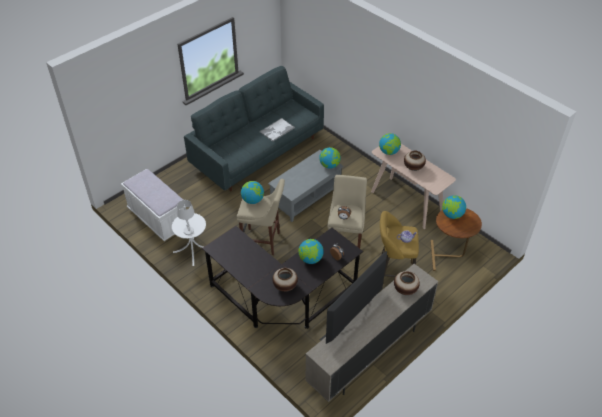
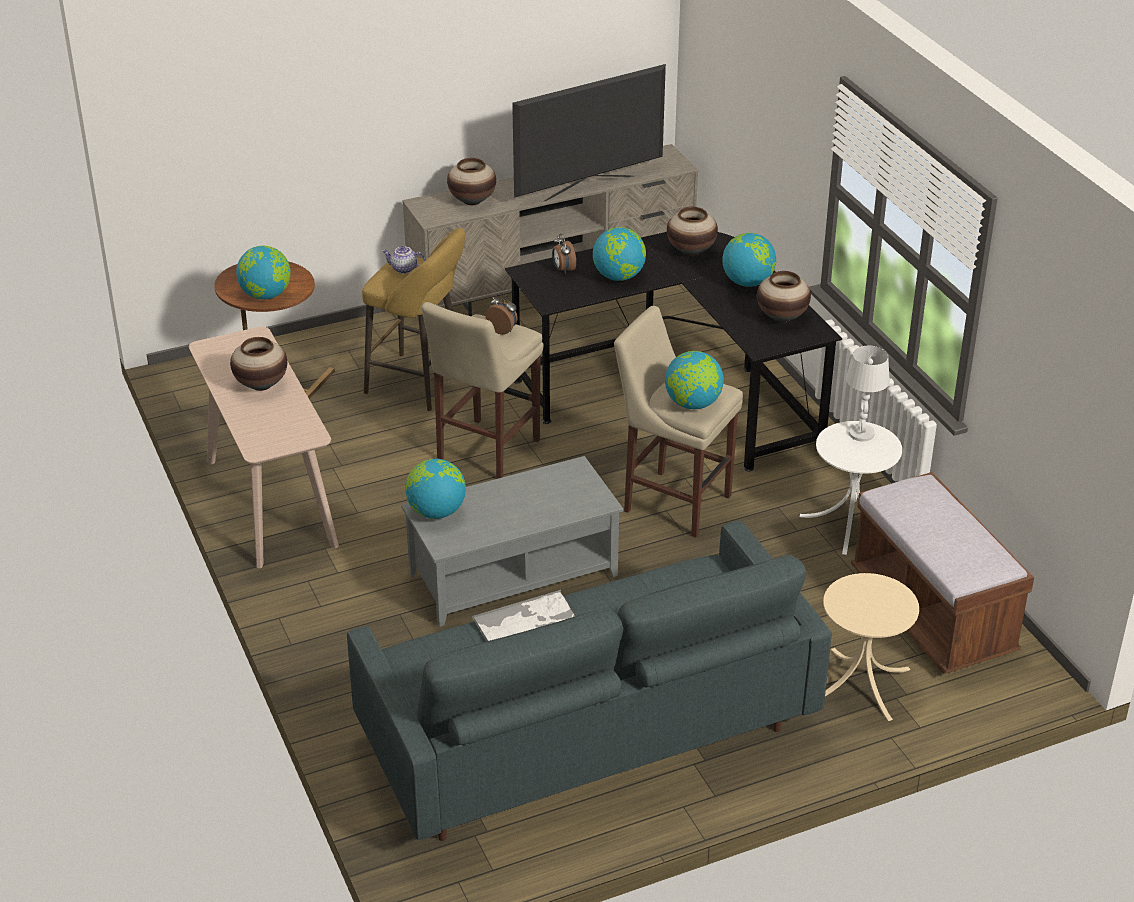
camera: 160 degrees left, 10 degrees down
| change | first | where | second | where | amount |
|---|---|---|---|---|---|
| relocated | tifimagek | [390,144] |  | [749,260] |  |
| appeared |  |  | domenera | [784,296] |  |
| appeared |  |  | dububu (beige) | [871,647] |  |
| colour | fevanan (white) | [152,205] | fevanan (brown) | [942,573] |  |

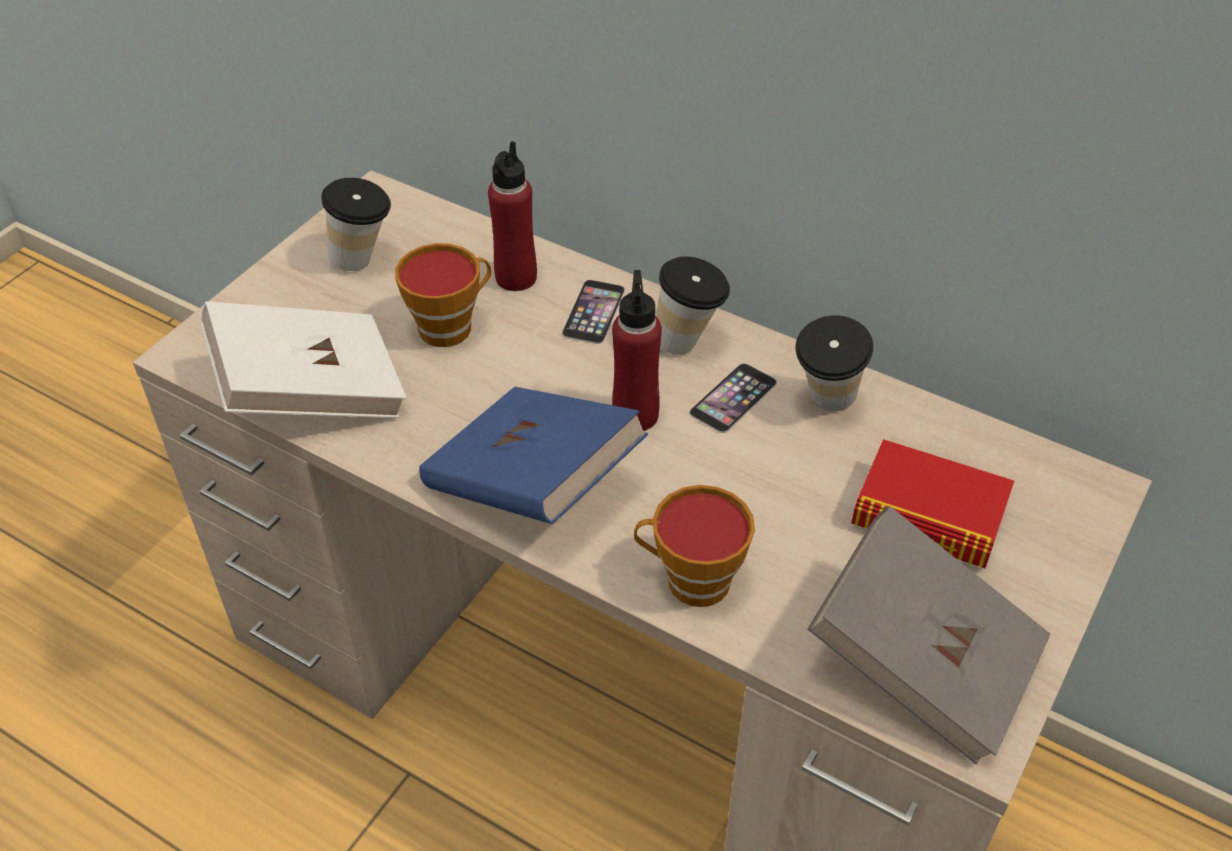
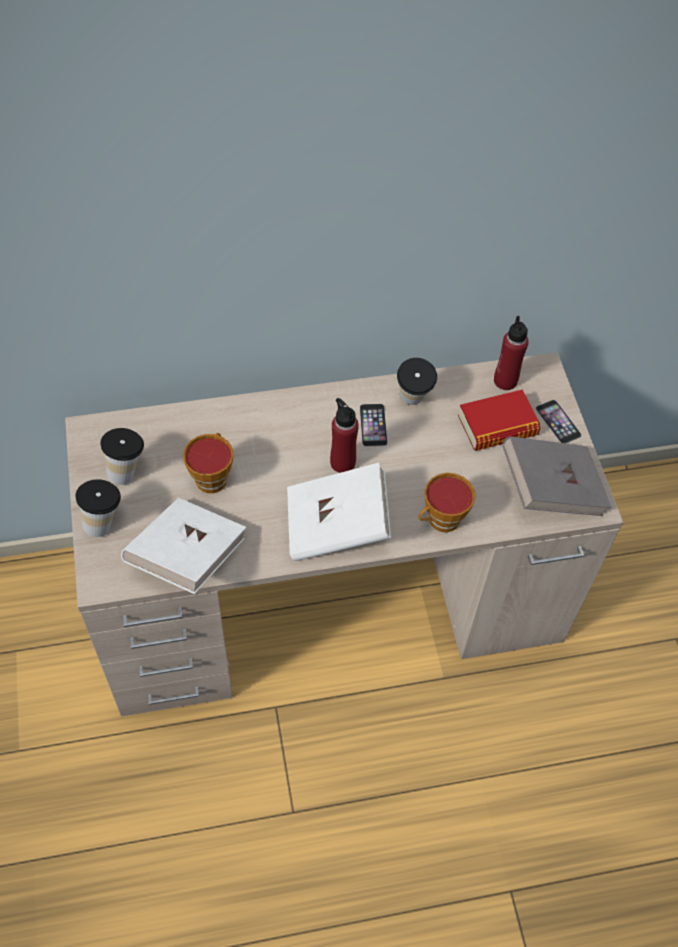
camera: 45 degrees left, 10 degrees up
| change | first | where | second | where | amount |
|---|---|---|---|---|---|
| relocated | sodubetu | [693,306] |  | [98,508] |  |
| colour | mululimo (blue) | [533,455] | mululimo (white) | [339,512] |  |
| relocated | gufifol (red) | [512,216] |  | [511,353] |  |
| relocated | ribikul | [593,312] |  | [558,422] |  |

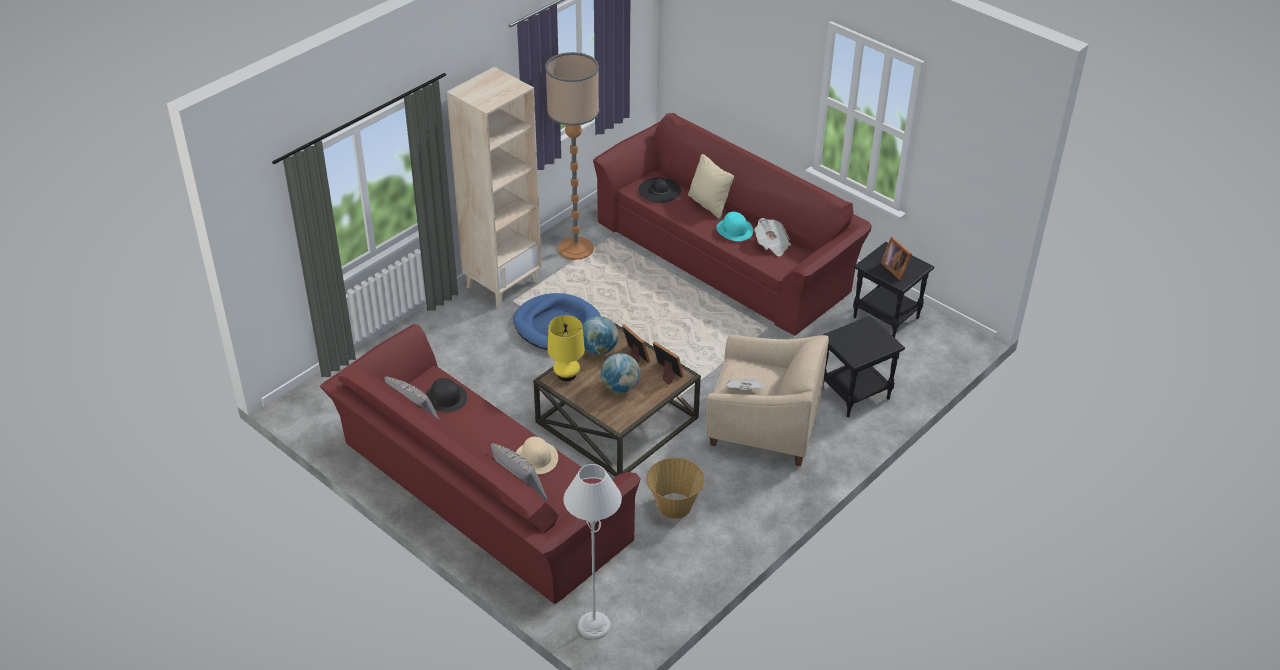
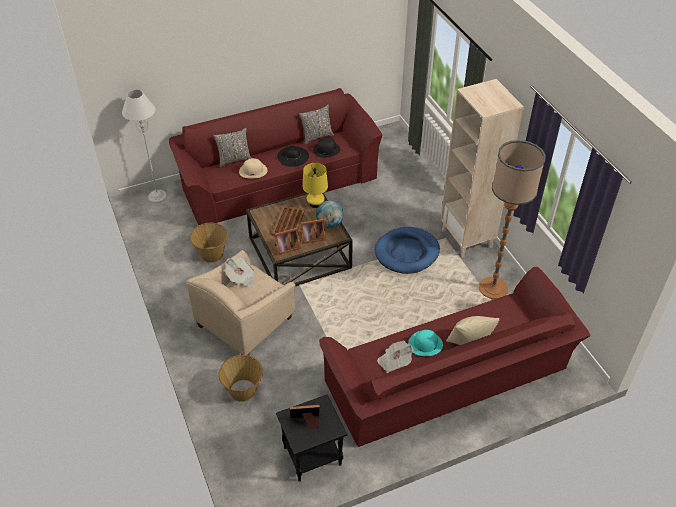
camera: 115 degrees right, 5 degrees up
| change | first | where | second | where | amount |
|---|---|---|---|---|---|
| exchanged | dububu (black) | [864,366] | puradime | [241,378] |  |
| exchanged | tifimagek | [621,373] | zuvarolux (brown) | [288,221] |  |
| relocated | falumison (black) | [659,190] |  | [293,156] |  |

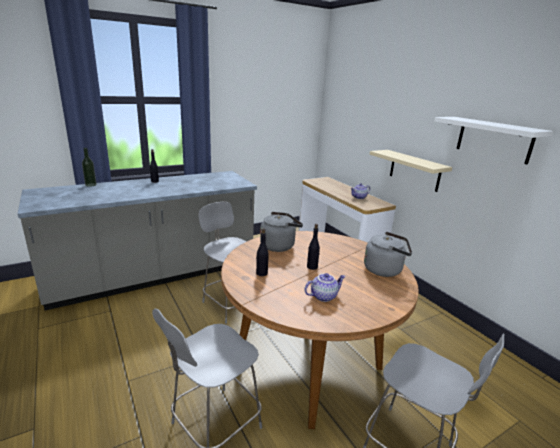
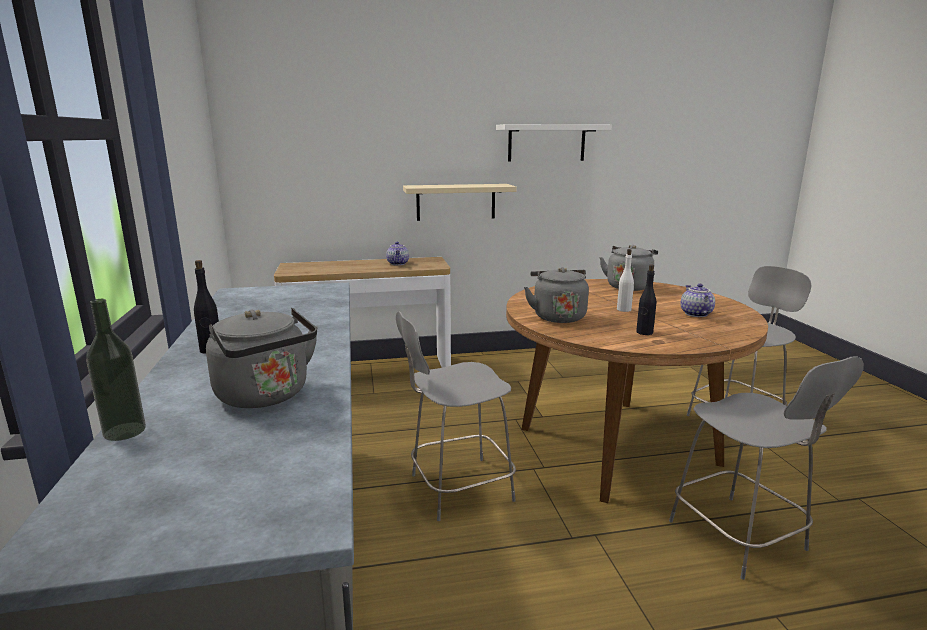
camera: 70 degrees left, 5 degrees down
| change | first | where | second | where | amount |
|---|---|---|---|---|---|
| appeared |  |  | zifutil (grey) | [262,358] |  |
| colour | gufifol (black) | [313,247] | gufifol (white) | [625,280] |  |

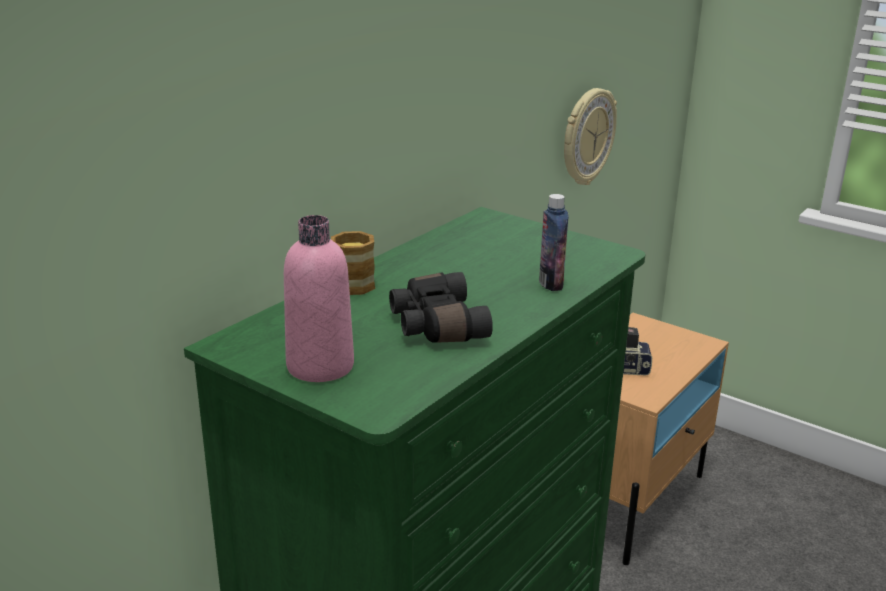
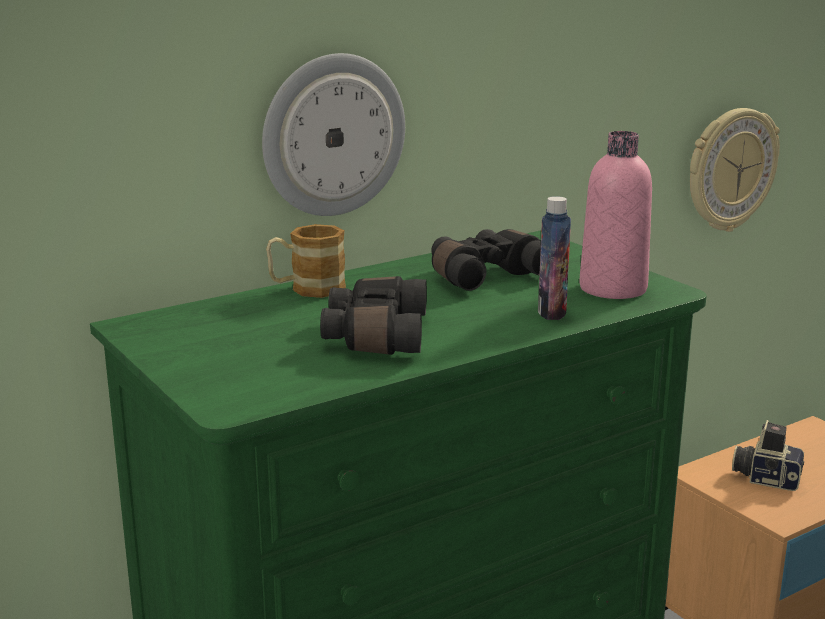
camera: 20 degrees right, 5 degrees down
| change | first | where | second | where | amount |
|---|---|---|---|---|---|
| appeared |  |  | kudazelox | [333,134] |  |
| appeared |  |  | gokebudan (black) | [486,260] |  |
| relocated | gufifol (pink) | [319,298] |  | [615,215] |  |

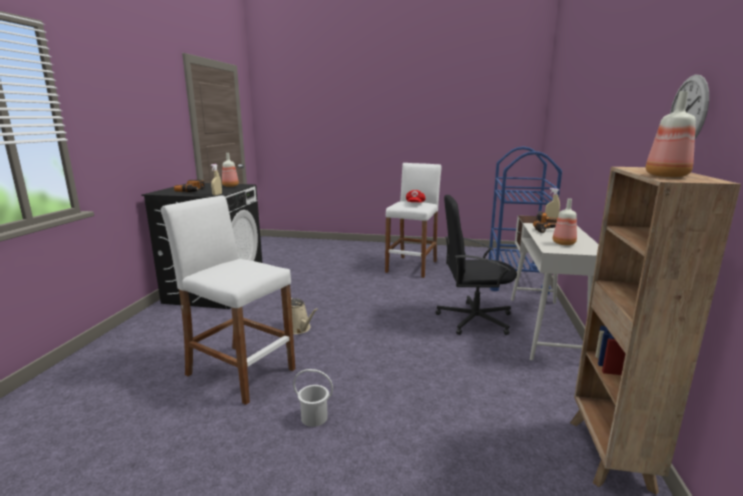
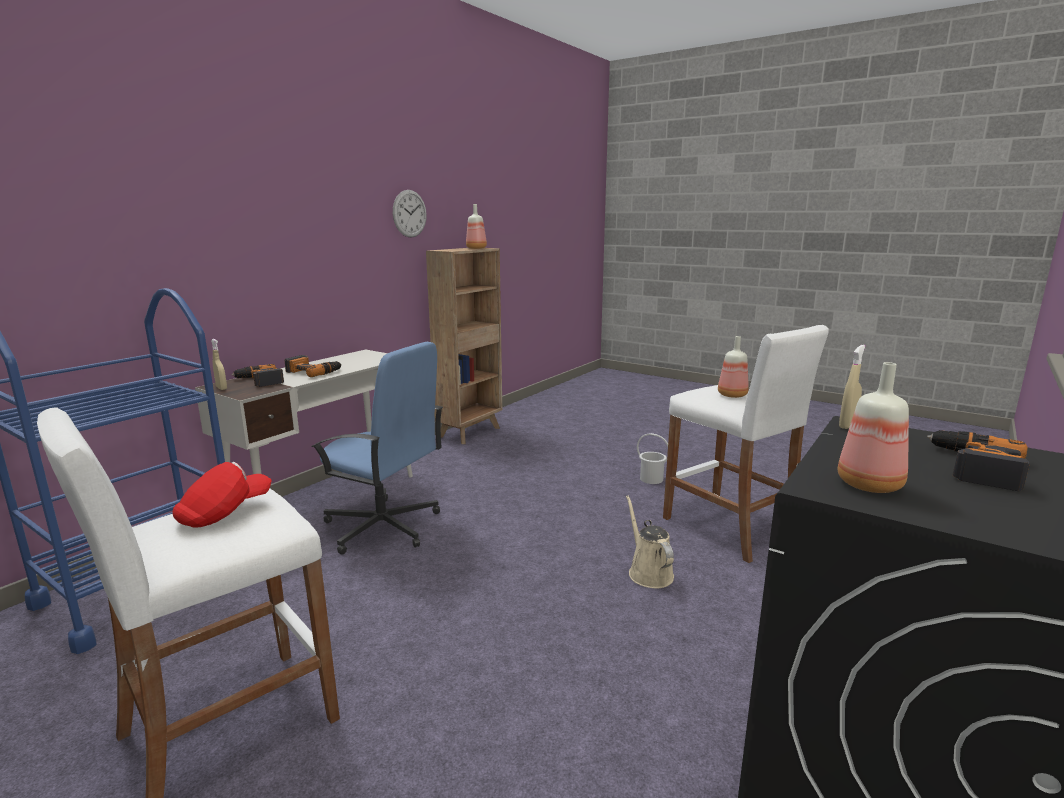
camera: 155 degrees left, 0 degrees up
| change | first | where | second | where | amount |
|---|---|---|---|---|---|
| colour | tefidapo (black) | [476,265] | tefidapo (blue) | [377,448] |  |
| relocated | gufifol | [565,221] |  | [733,367] |  |

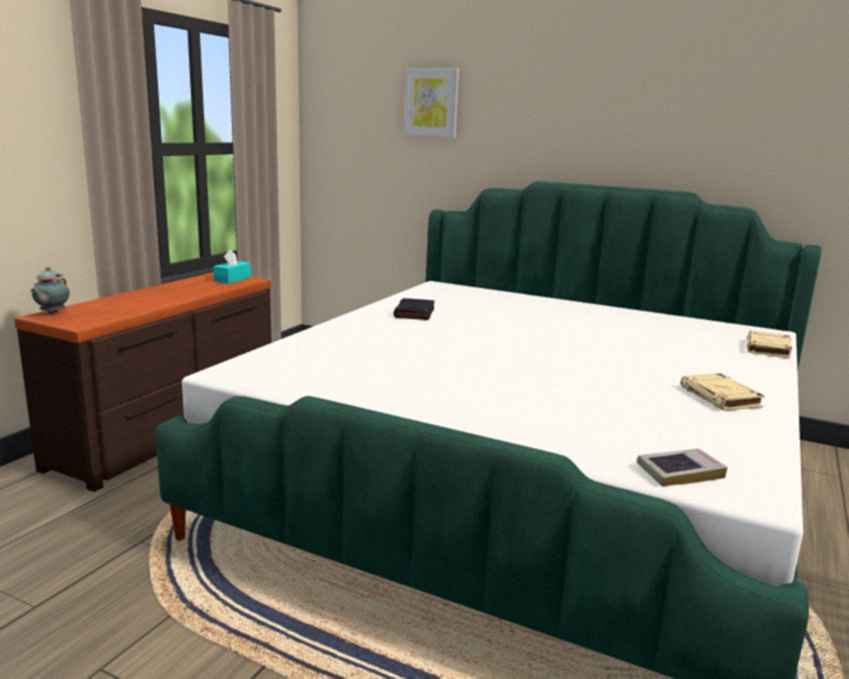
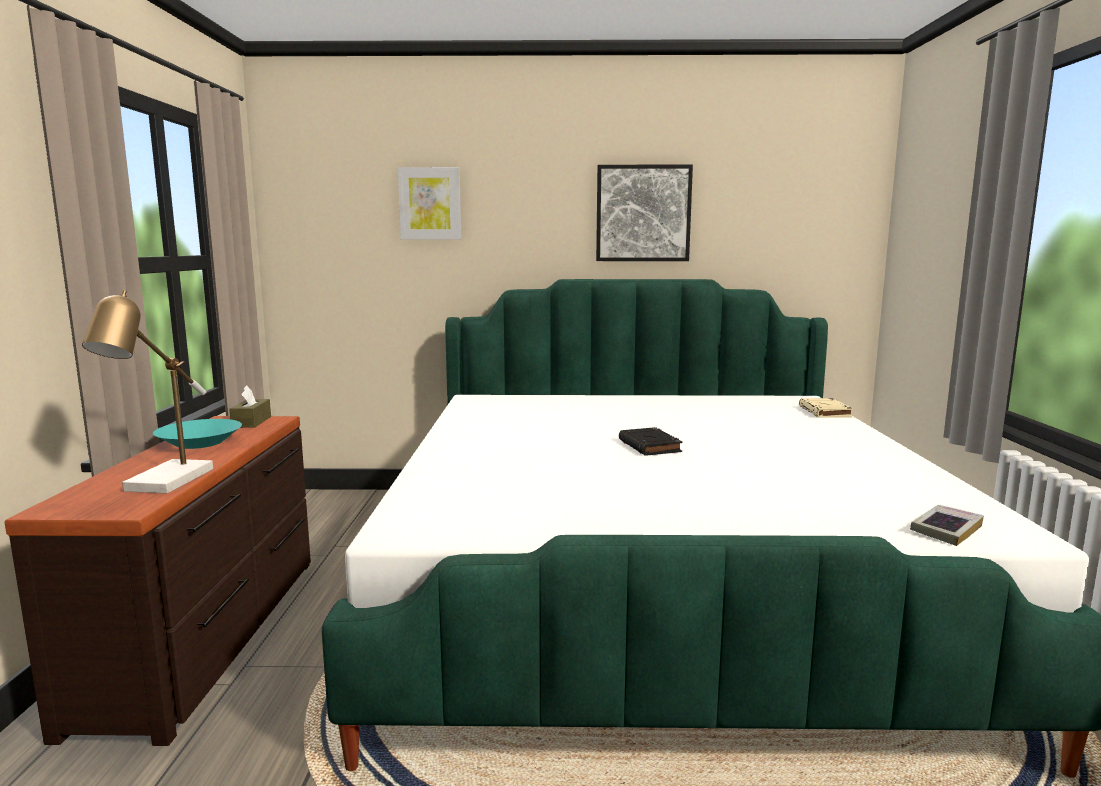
camera: 25 degrees left, 5 degrees down
| change | first | where | second | where | amount |
|---|---|---|---|---|---|
| appeared |  |  | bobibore | [147,391] |  |
| appeared |  |  | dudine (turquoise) | [197,434] |  |
| colour | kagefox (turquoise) | [232,267] | kagefox (brown) | [250,407] |  |
| appeared |  |  | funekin | [644,213] |  |
| relocated | mululimo (black) | [413,309] |  | [650,441] |  |
| missing | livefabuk | [50,290] |  |  |  |
| missing | mululimo (beige) | [723,392] |  |  |  |

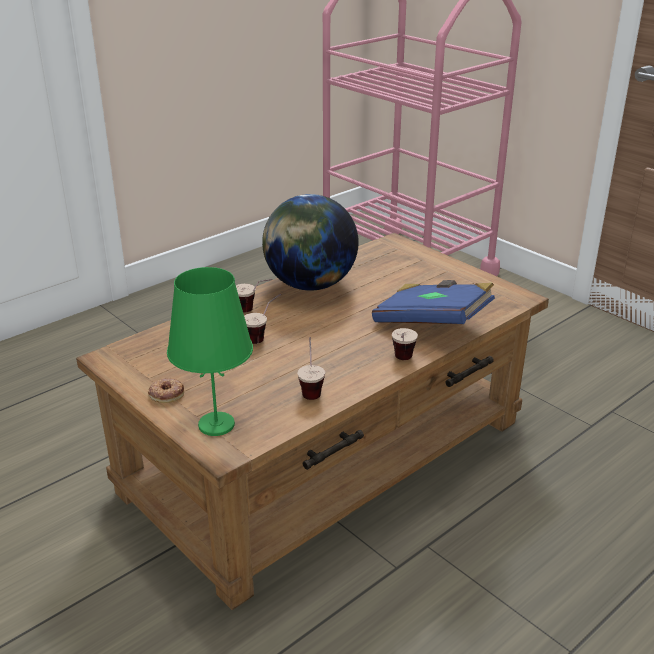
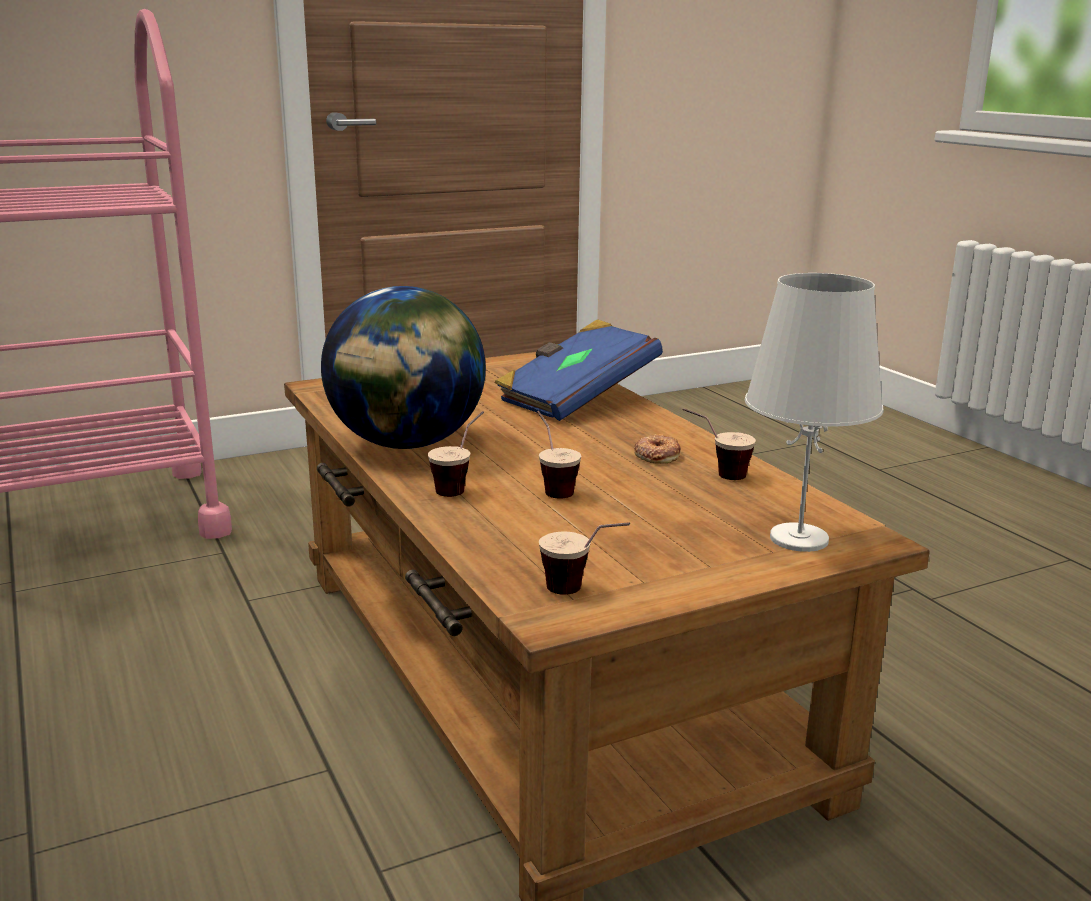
camera: 75 degrees left, 10 degrees down
| change | first | where | second | where | amount |
|---|---|---|---|---|---|
| relocated | sodubetu | [405,344] |  | [584,558] |  |
| relocated | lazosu | [166,390] |  | [657,449] |  |
| colour | bobibore (green) | [210,351] | bobibore (white) | [813,412] |  |

